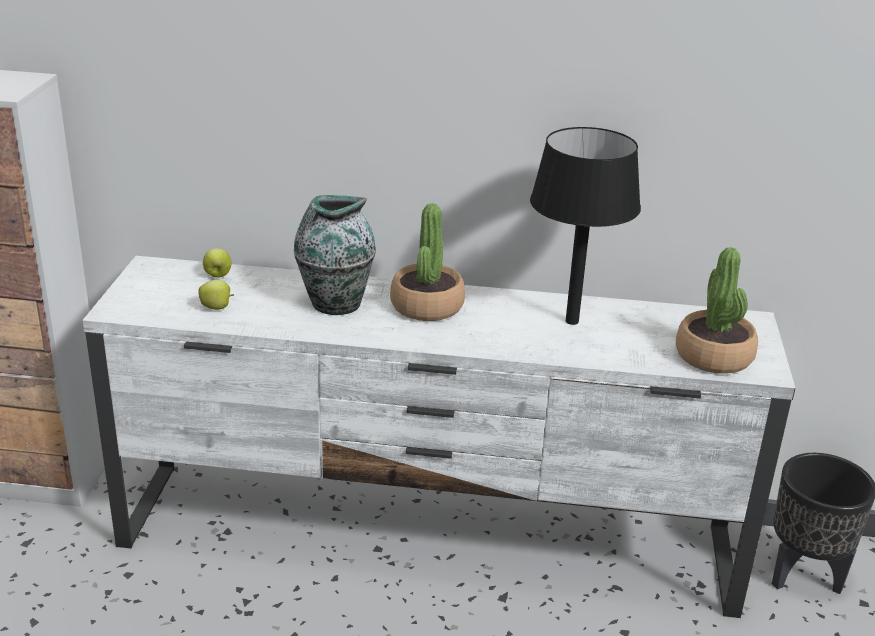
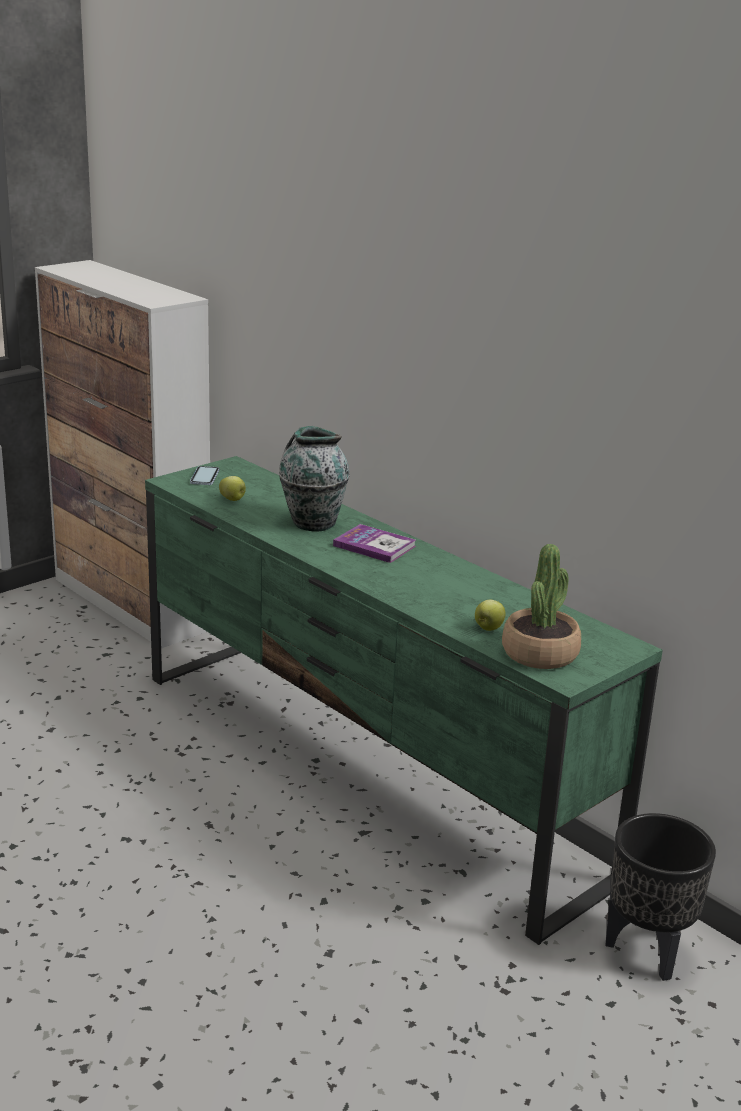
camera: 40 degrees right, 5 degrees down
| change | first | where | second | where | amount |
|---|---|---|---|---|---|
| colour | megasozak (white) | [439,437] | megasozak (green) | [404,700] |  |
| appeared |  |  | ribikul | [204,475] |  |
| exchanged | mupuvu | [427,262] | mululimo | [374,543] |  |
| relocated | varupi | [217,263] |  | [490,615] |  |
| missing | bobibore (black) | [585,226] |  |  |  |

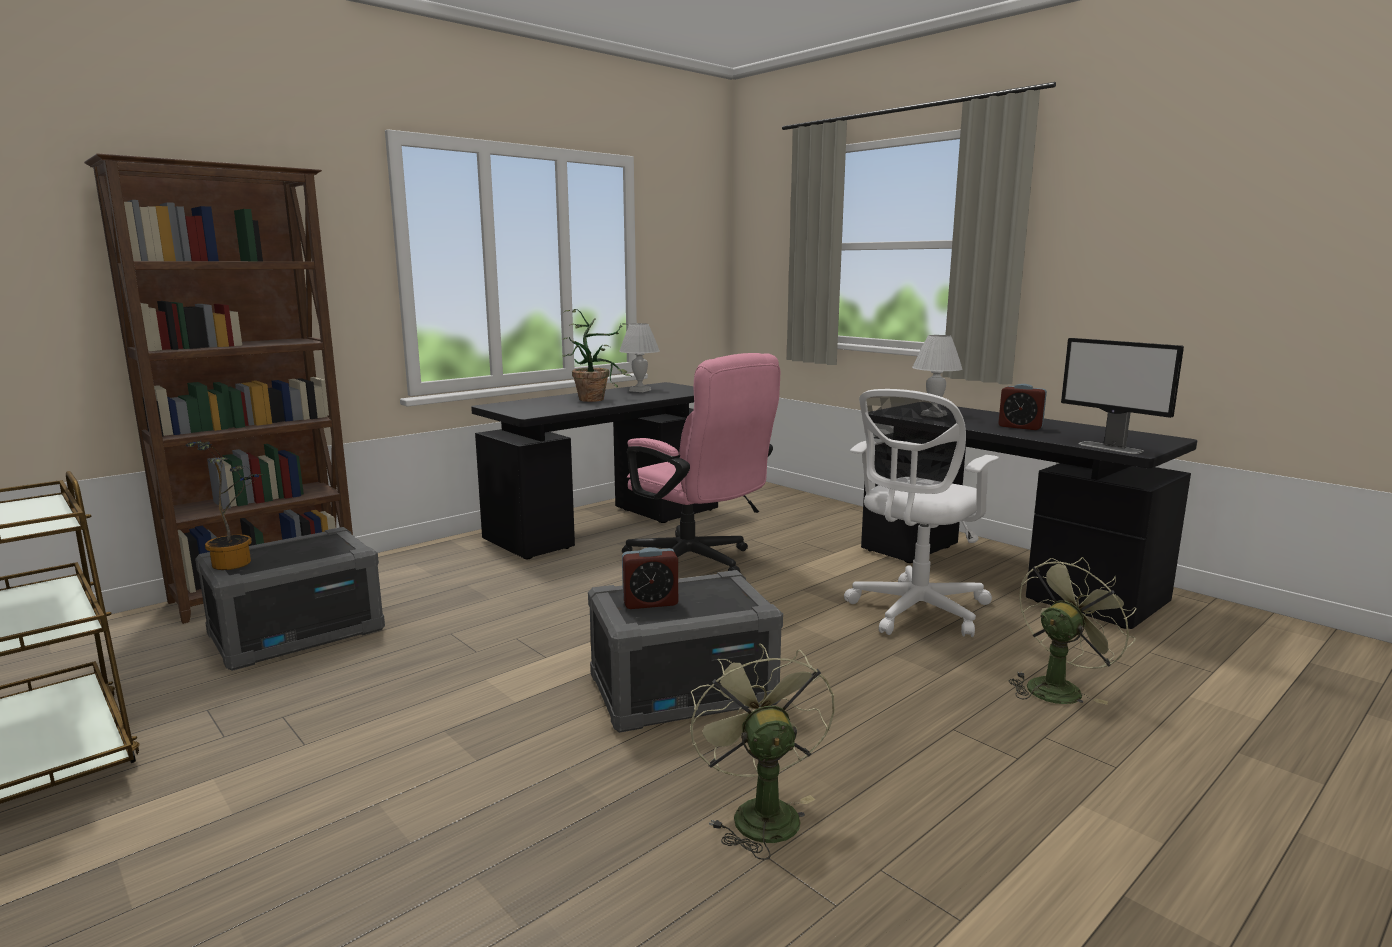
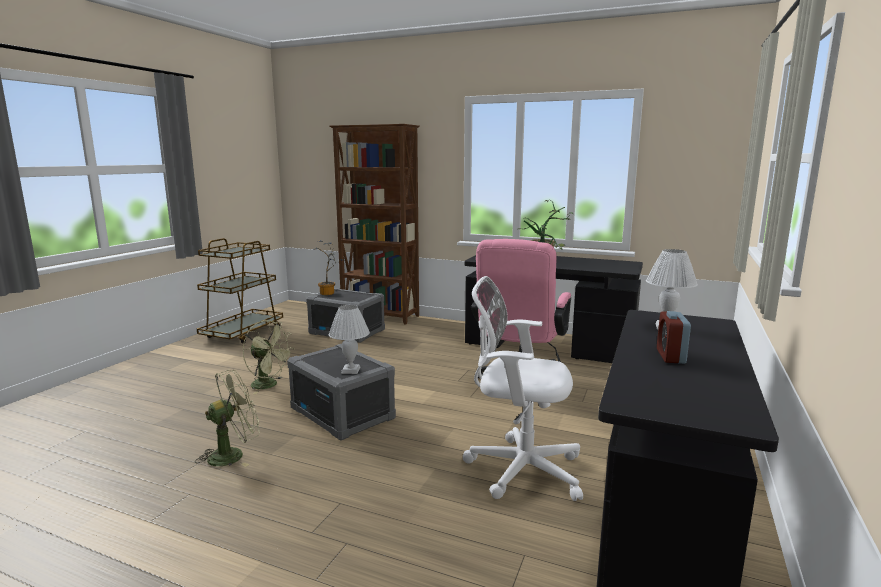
camera: 65 degrees right, 0 degrees up
| change | first | where | second | where | amount |
|---|---|---|---|---|---|
| relocated | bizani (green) | [1072,631] |  | [269,357] |  |
| relocated | bobibore (white) | [639,357] |  | [349,339] |  |
| missing | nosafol | [650,578] |  |  |  |
| missing | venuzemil | [1122,396] |  |  |  |

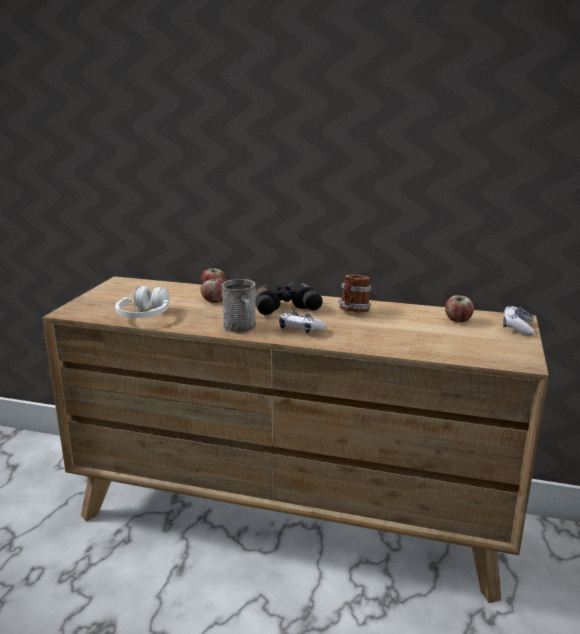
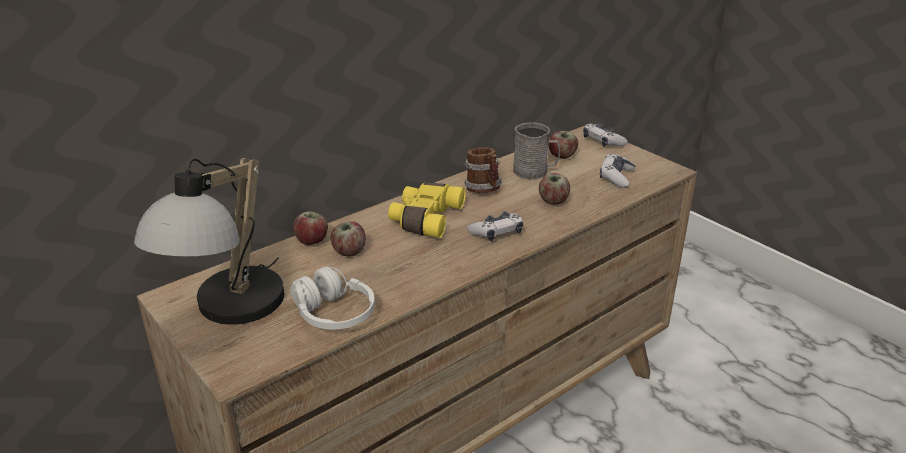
camera: 55 degrees left, 10 degrees up
| change | first | where | second | where | amount |
|---|---|---|---|---|---|
| appeared |  |  | bobibore | [209,241] |  |
| colour | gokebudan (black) | [289,298] | gokebudan (yellow) | [427,210] |  |
| relocated | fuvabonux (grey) | [239,306] |  | [536,151] |  |
| appeared |  |  | varupi | [554,189] |  |
| appeared |  |  | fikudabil | [617,171] |  |

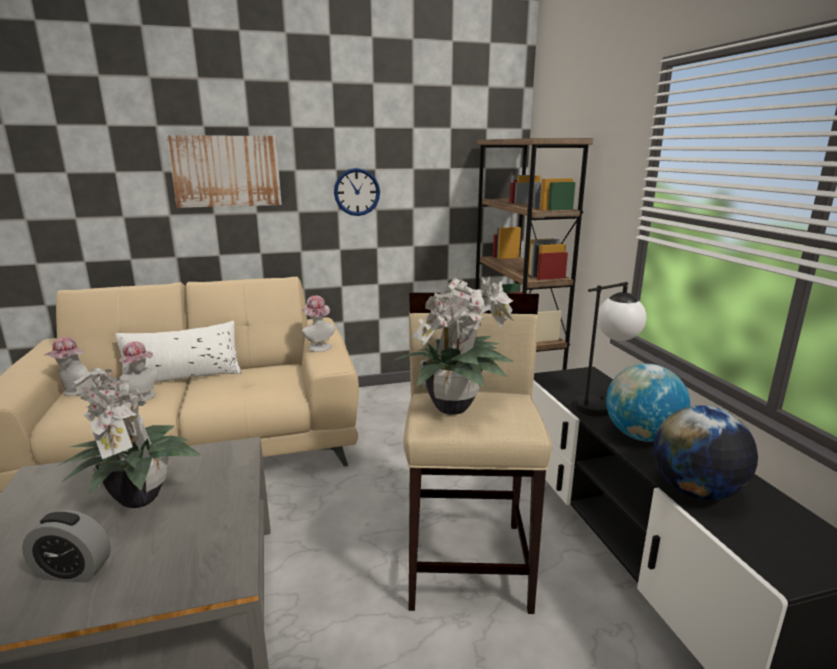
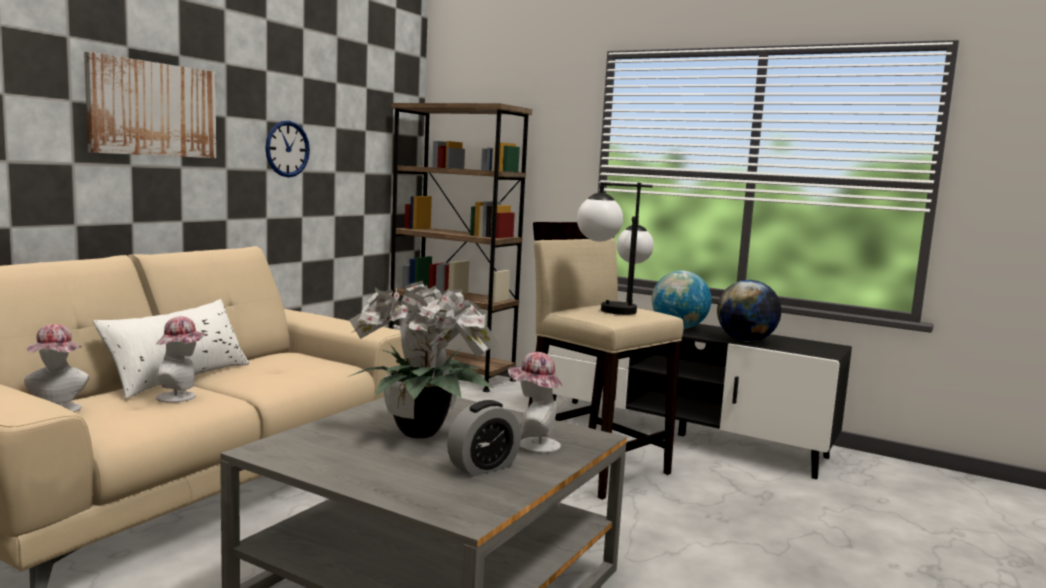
camera: 45 degrees left, 10 degrees down
| change | first | where | second | where | amount |
|---|---|---|---|---|---|
| relocated | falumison | [318,323] |  | [535,402] |  |
| exchanged | mupuvu | [454,345] | bobibore | [615,248] |  |

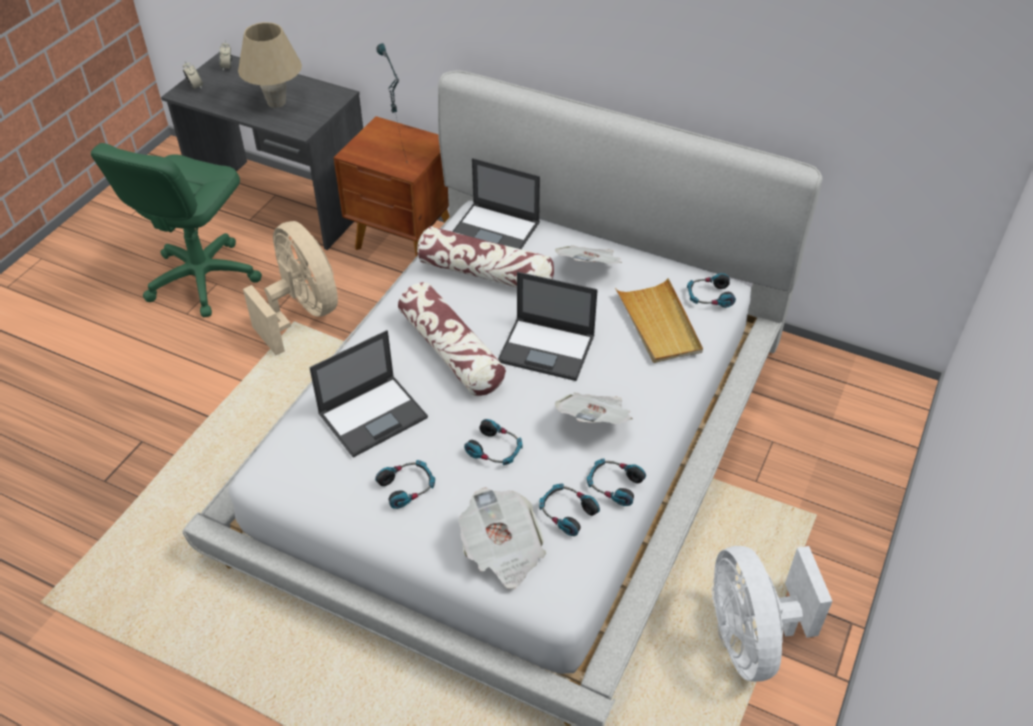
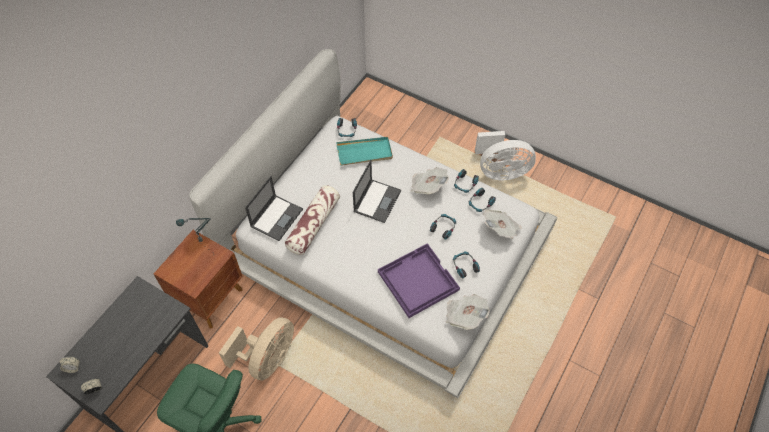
camera: 85 degrees left, 10 degrees up
| change | first | where | second | where | amount |
|---|---|---|---|---|---|
| spun | bizani (beige) | [290,288] |  | [256,349] | 150 degrees clockwise |
| colour | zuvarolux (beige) | [659,320] | zuvarolux (turquoise) | [364,151] |  |
| exchanged | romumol | [368,394] | zuvarolux (purple) | [419,280] |  |
| relocated | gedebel | [588,254] |  | [468,312] |  |
| missing | bobibore (beige) | [270,65] |  |  |  |
| missing | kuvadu | [452,339] |  |  |  |

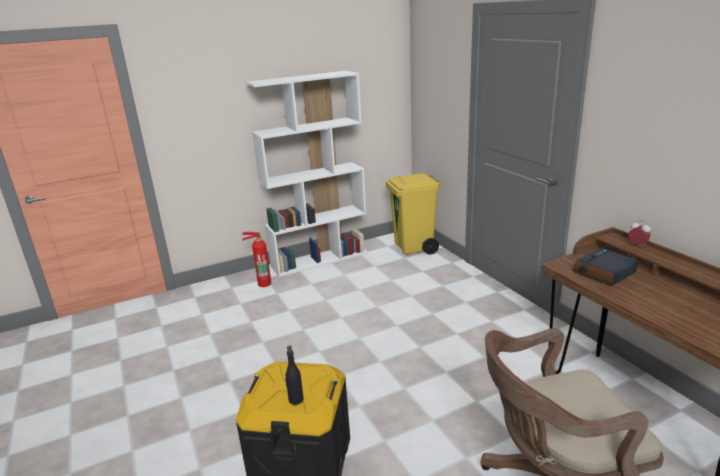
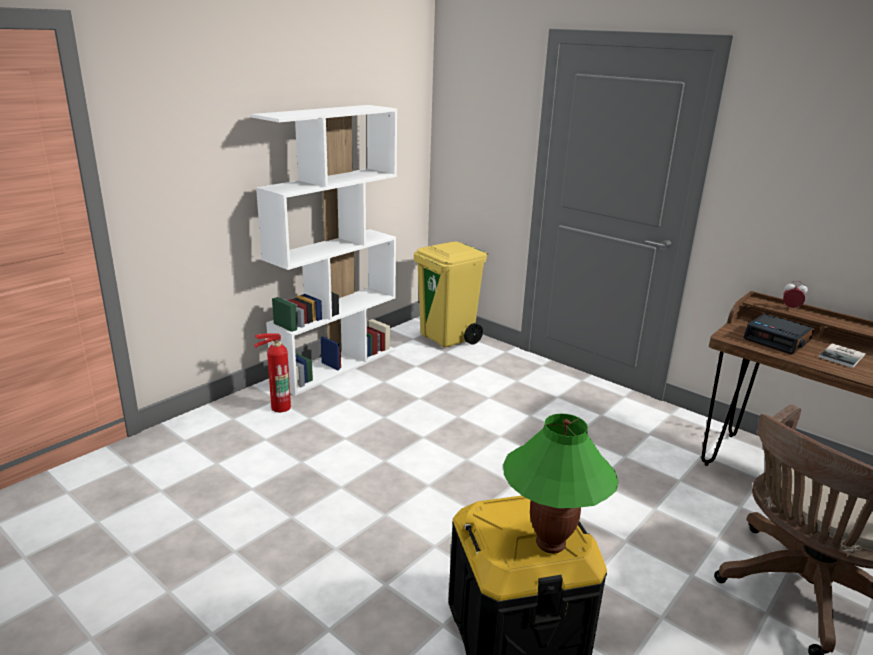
camera: 25 degrees left, 0 degrees up
| change | first | where | second | where | amount |
|---|---|---|---|---|---|
| exchanged | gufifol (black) | [294,375] | bobibore (green) | [560,484] |  |
| spun | nosafol | [605,267] |  | [778,334] | 75 degrees counterclockwise |
| appeared |  |  | mululimo | [842,355] |  |

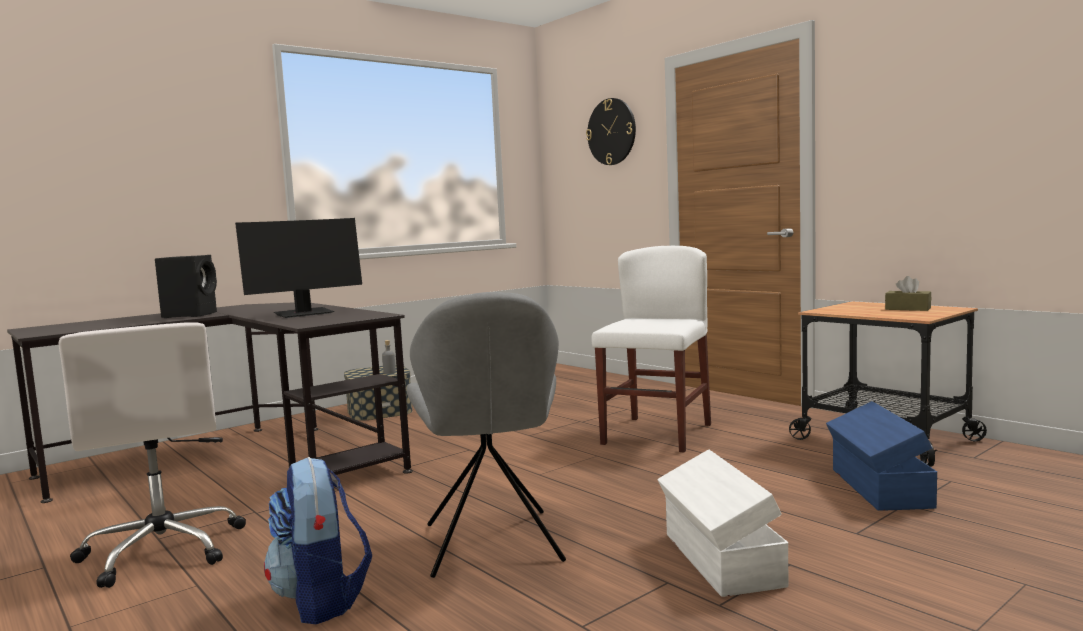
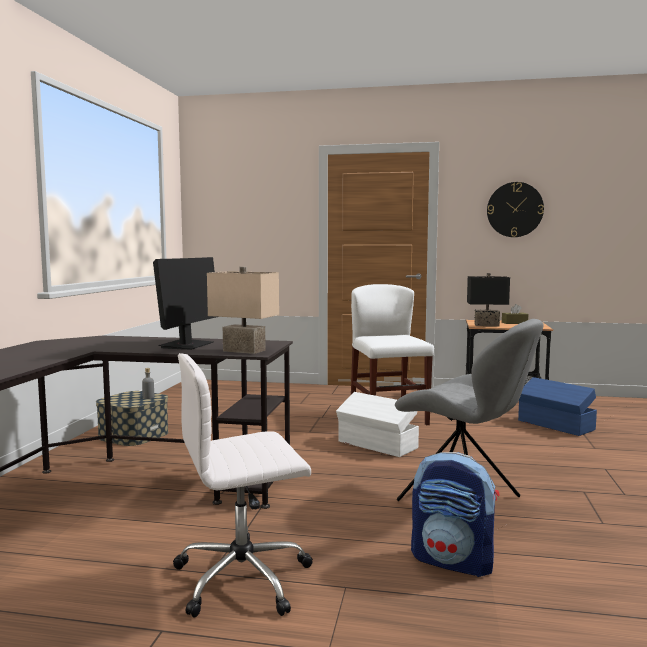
camera: 40 degrees left, 0 degrees up
| change | first | where | second | where | amount |
|---|---|---|---|---|---|
| spun | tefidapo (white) | [152,455] |  | [243,485] | 135 degrees clockwise |
| appeared |  |  | bobibore (beige) | [243,310] |  |
| relocated | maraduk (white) | [722,523] |  | [377,424] |  |
| appeared |  |  | bobibore (black) | [488,300] |  |
| relocated | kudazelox | [611,131] |  | [515,209] |  |
| missing | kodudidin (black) | [186,286] |  |  |  |

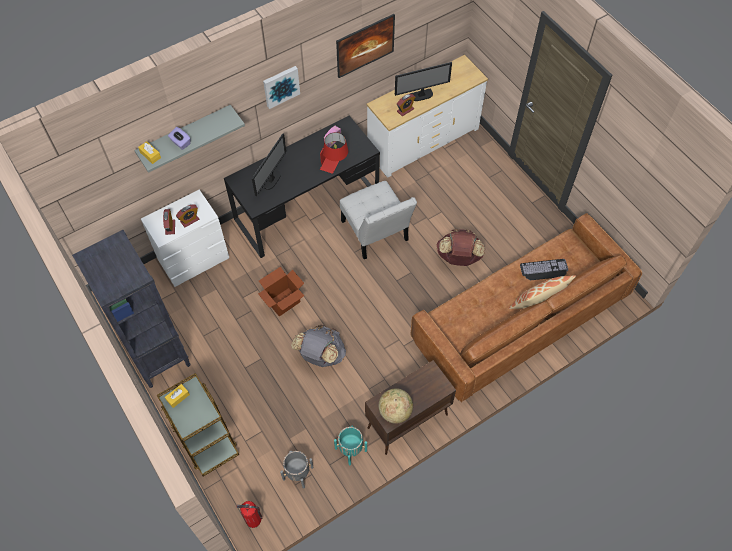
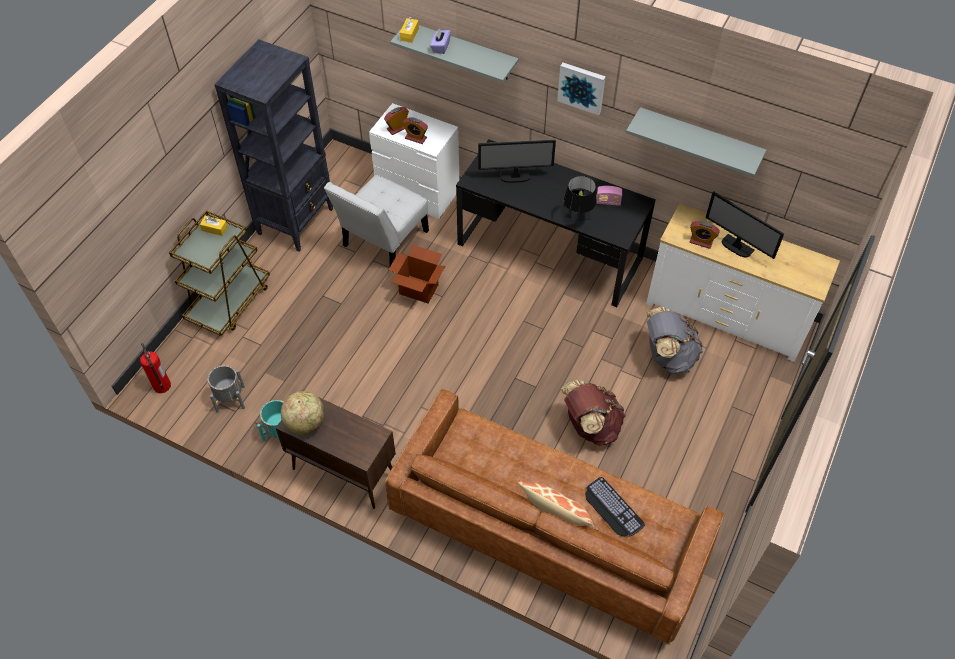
camera: 60 degrees right, 5 degrees down
| change | first | where | second | where | amount |
|---|---|---|---|---|---|
| relocated | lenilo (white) | [378,220] |  | [376,221] |  |
| colour | bobibore (red) | [334,153] | bobibore (black) | [579,199] |  |
| exchanged | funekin | [365,46] | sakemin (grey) | [696,142] |  |
| relocated | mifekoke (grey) | [318,346] |  | [675,340] |  |

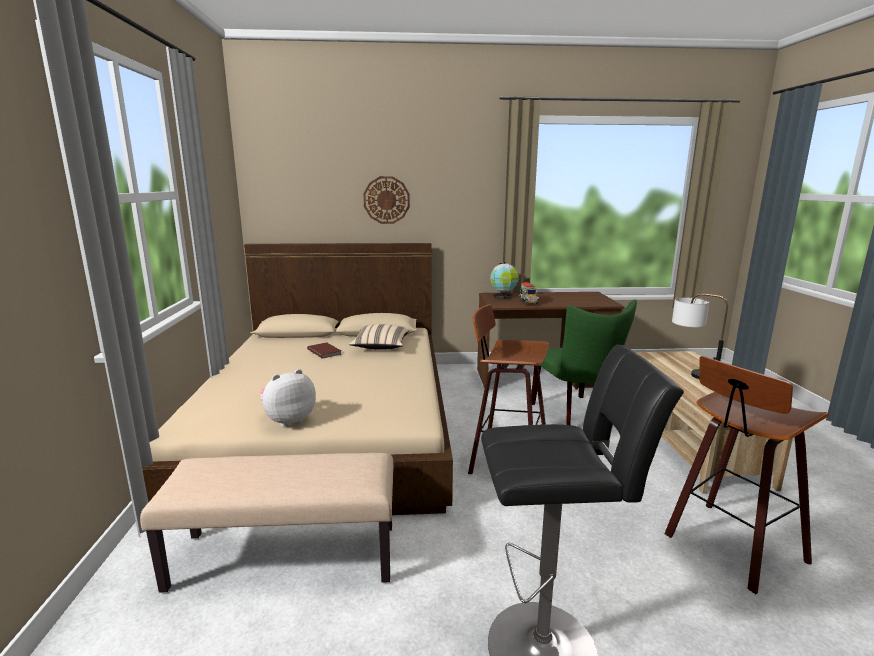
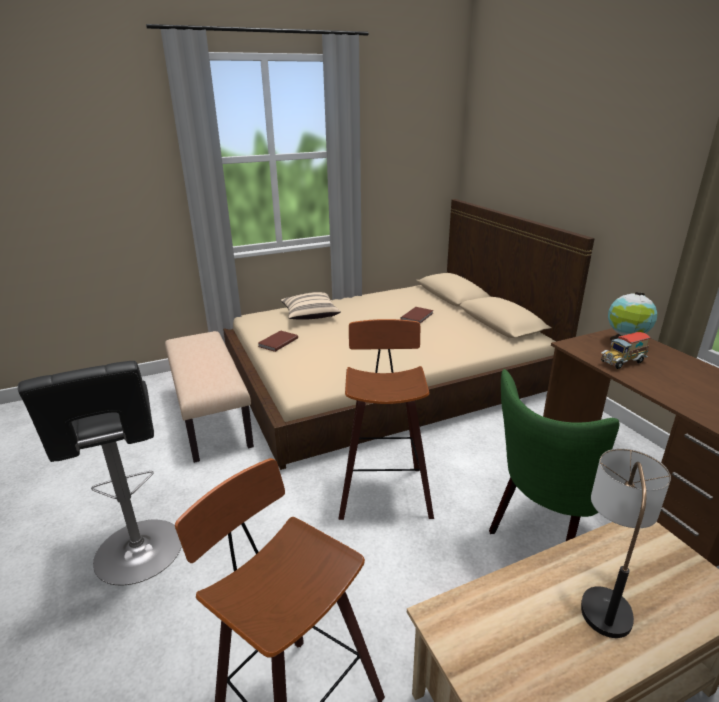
camera: 70 degrees right, 10 degrees up
| change | first | where | second | where | amount |
|---|---|---|---|---|---|
| exchanged | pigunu | [288,398] | mululimo (brown) | [278,341] |  |
| relocated | kuvadu (beige) | [379,337] |  | [310,306] |  |
| missing | kudazelox | [386,200] |  |  |  |

